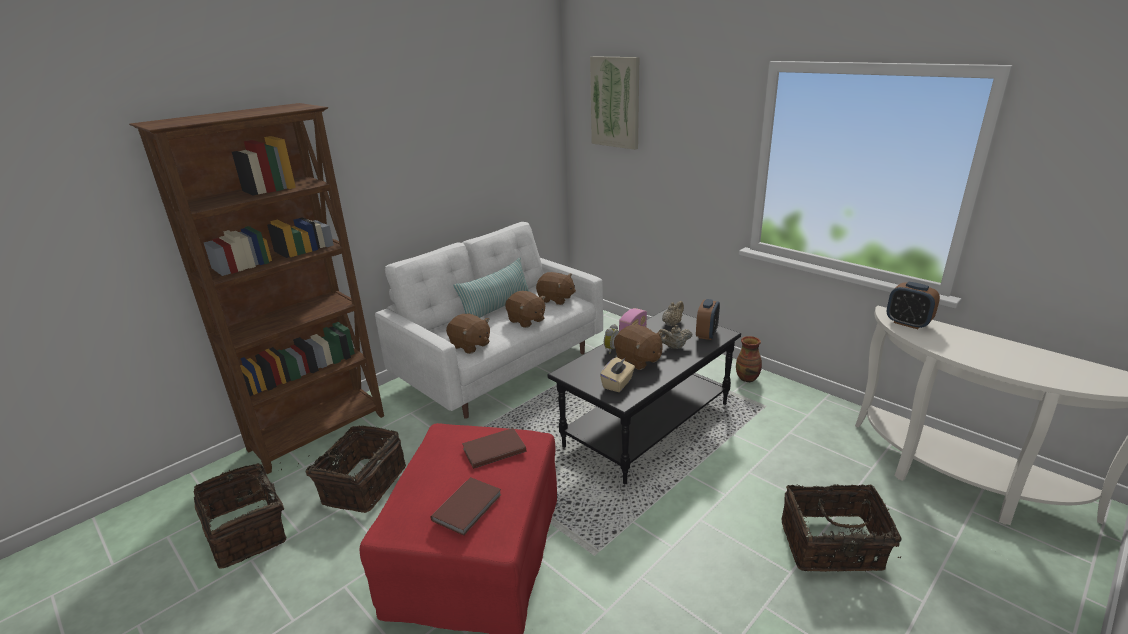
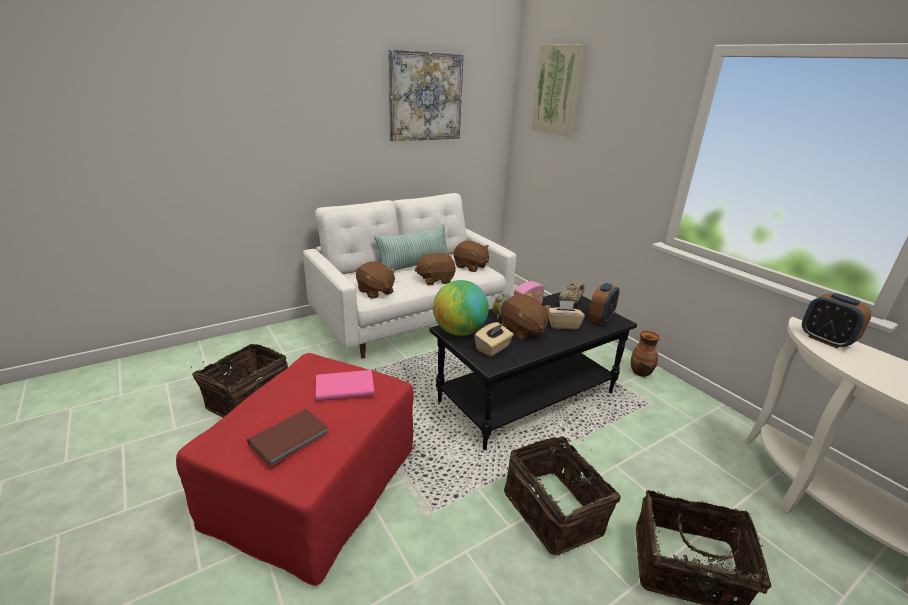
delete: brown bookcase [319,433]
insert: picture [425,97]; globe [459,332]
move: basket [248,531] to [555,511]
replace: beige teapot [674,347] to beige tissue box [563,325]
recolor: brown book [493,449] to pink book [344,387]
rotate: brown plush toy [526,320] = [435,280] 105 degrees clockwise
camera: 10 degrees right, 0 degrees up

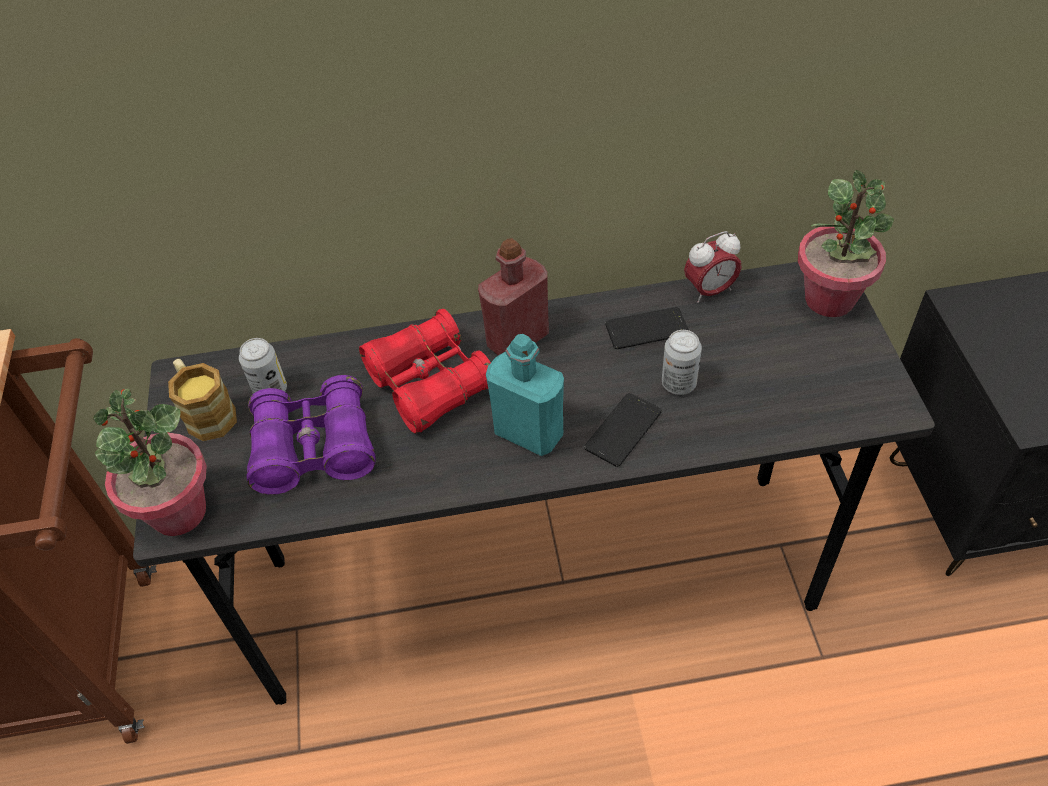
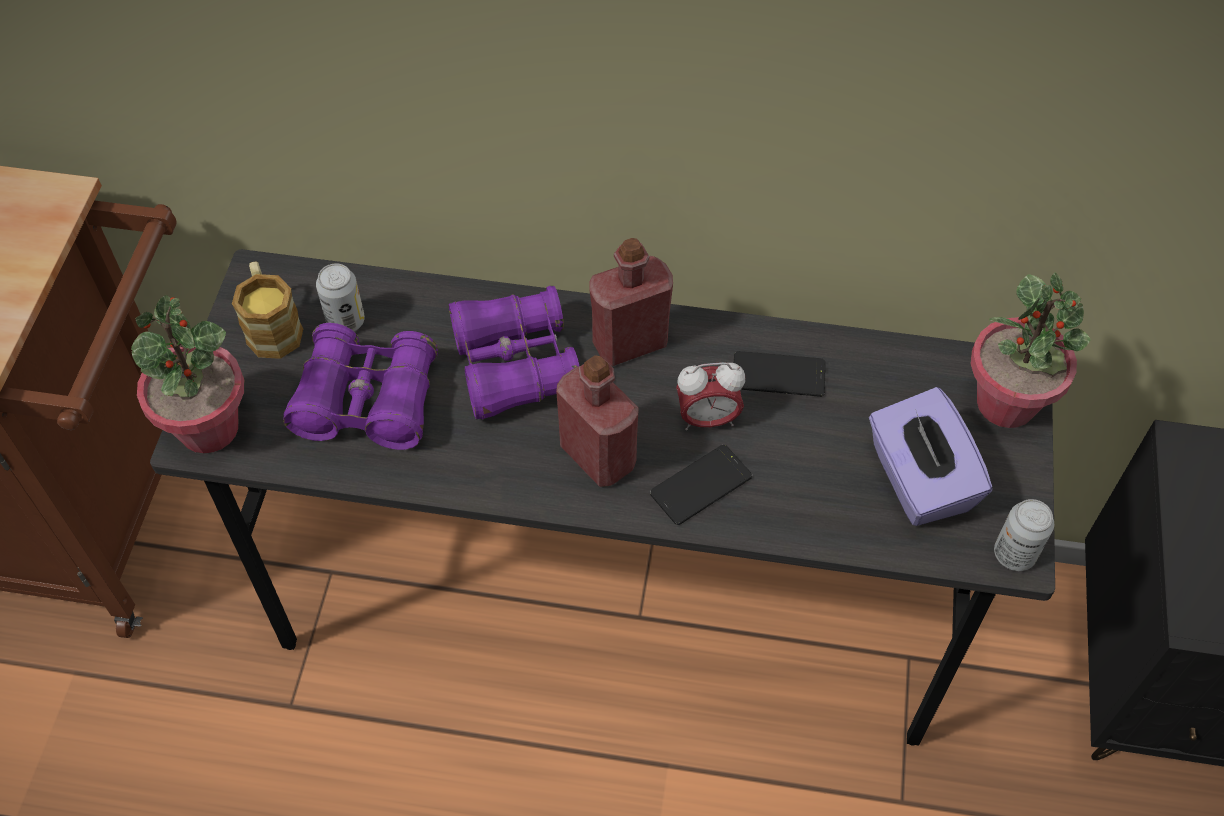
insert: purple tissue box [918,480]
move: alarm clock [709,291] to [707,419]; can [679,383] to [1014,554]
recolor: red binoculars [430,384] to purple binoculars [515,366]; turquoise bottle [529,433] to red bottle [598,456]
camera: 15 degrees right, 5 degrees up

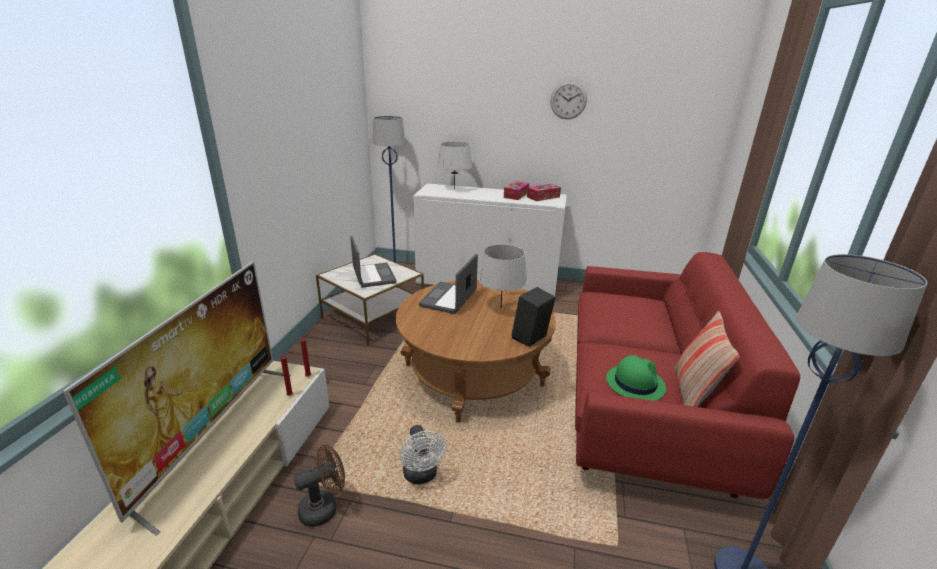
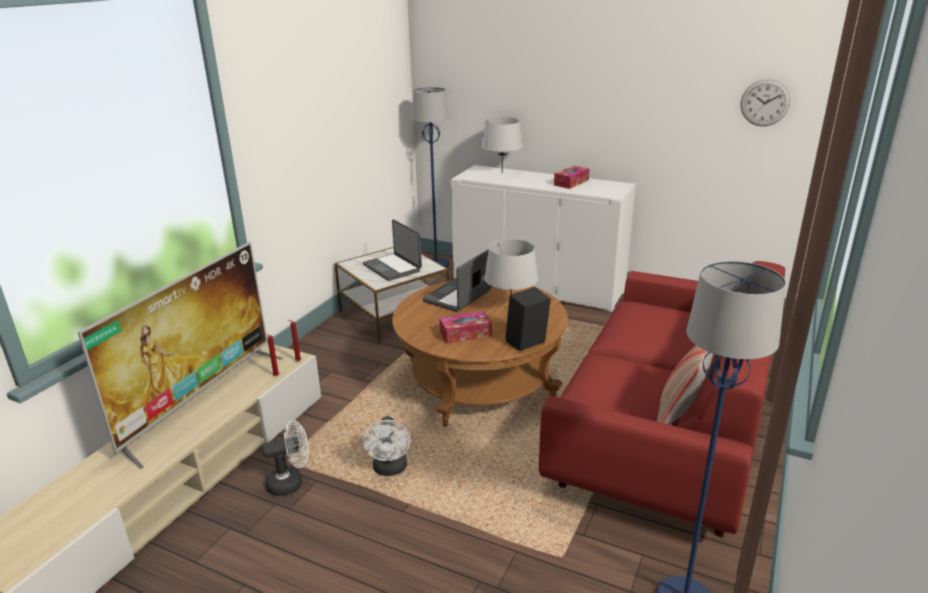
delete: green hat [634,383]
move: tissue box [543,197] to [465,334]; wall clock [568,100] to [765,103]
recolor: brown fan [324,507] to white fan [291,482]
rotate: laptop [373,276] = [393,268] 150 degrees clockwise
camera: 15 degrees right, 0 degrees up

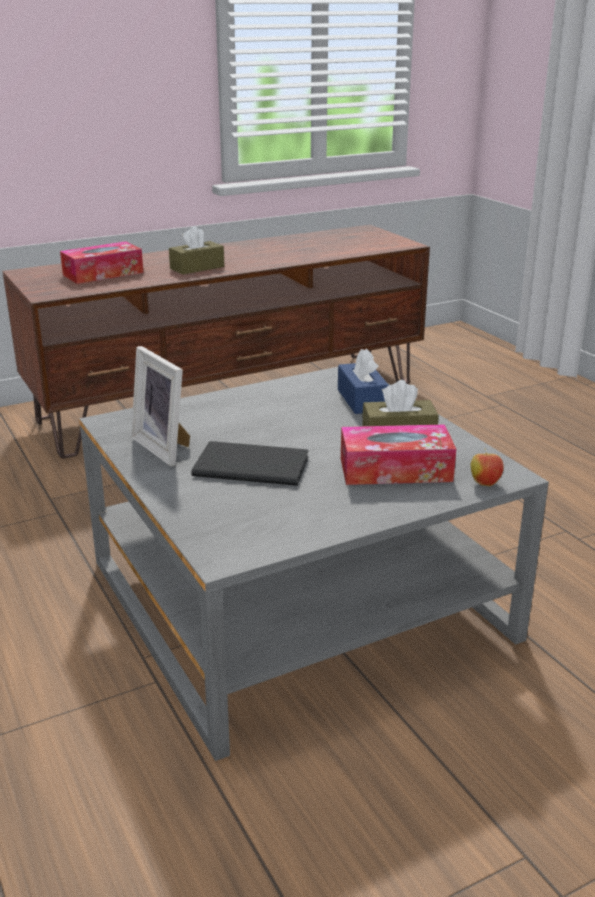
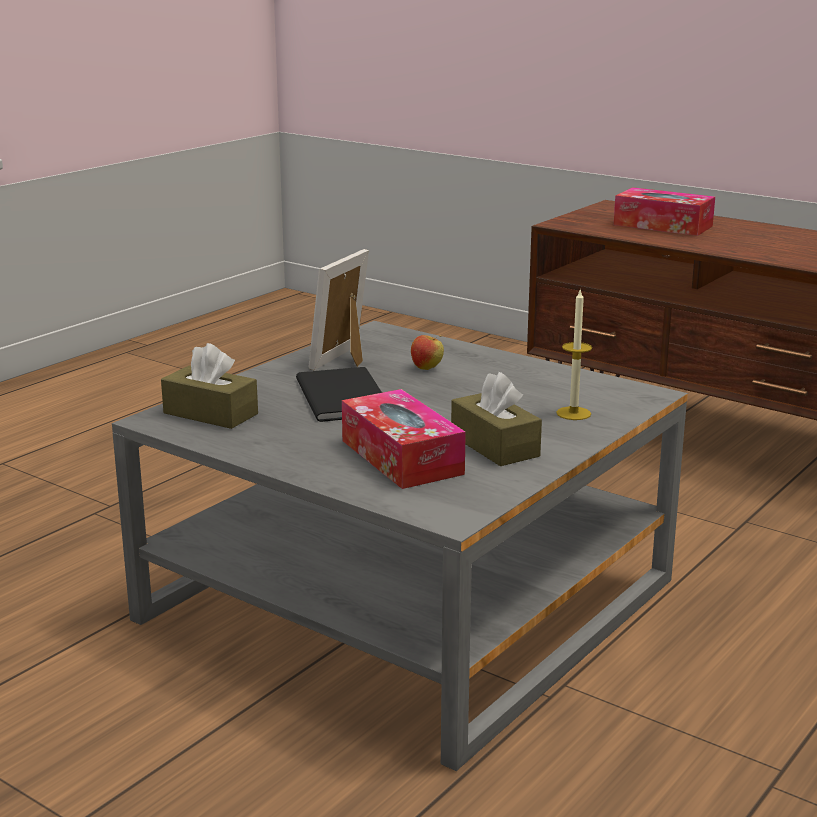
move: brown tissue box [197,268] to [210,413]; apple [485,483] to [427,368]
replace: blue tissue box [362,400] to candle [573,413]
camera: 65 degrees right, 5 degrees down

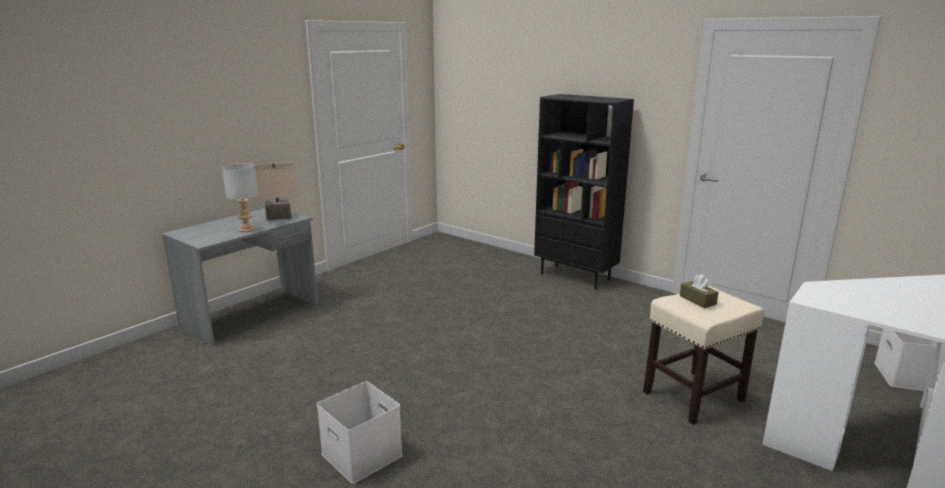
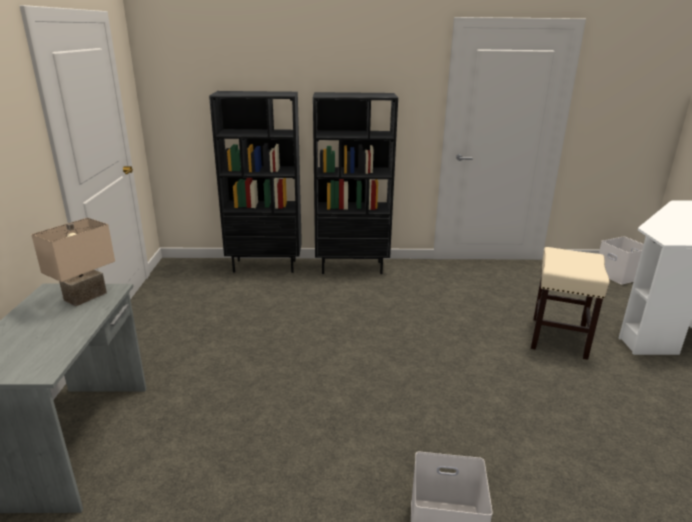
delete: grey table lamp [246,230]; brown tissue box [697,300]
insert: black bookcase [265,266]
camera: 40 degrees left, 5 degrees up

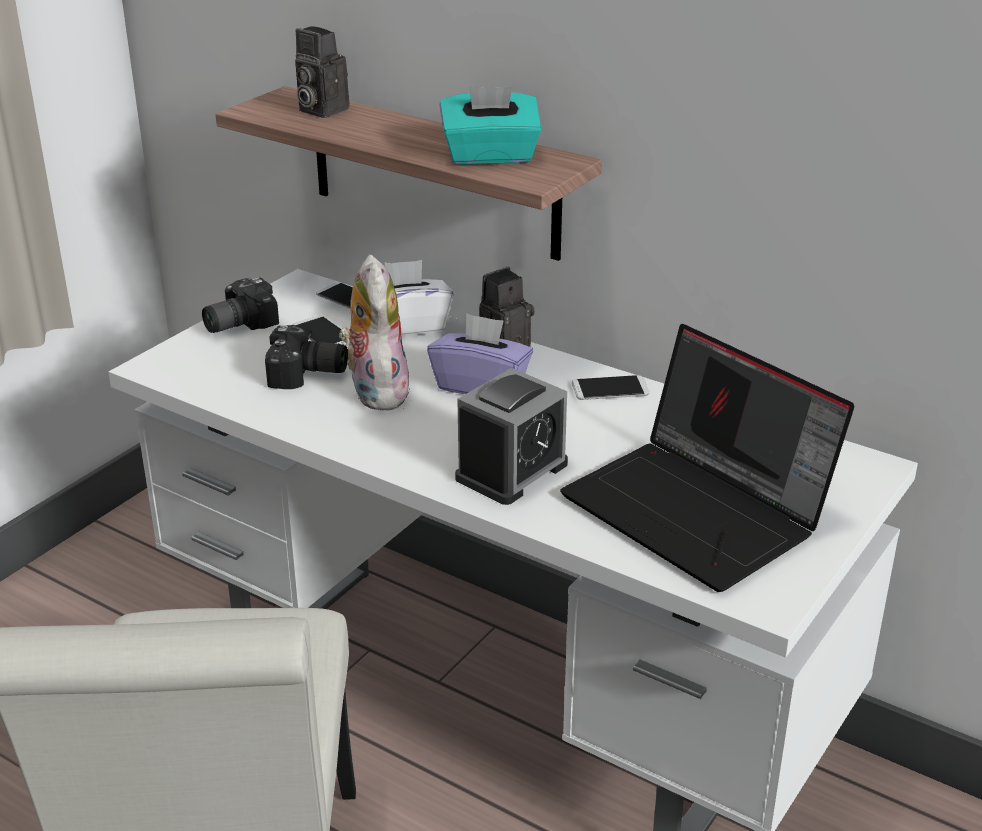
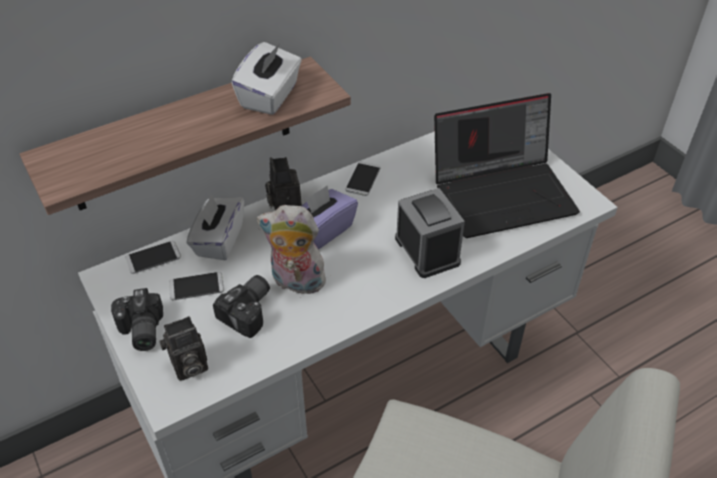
move: photo camera [320,110] to [188,367]
recolor: turquoise tissue box [490,157] to white tissue box [270,96]
camera: 65 degrees left, 15 degrees up

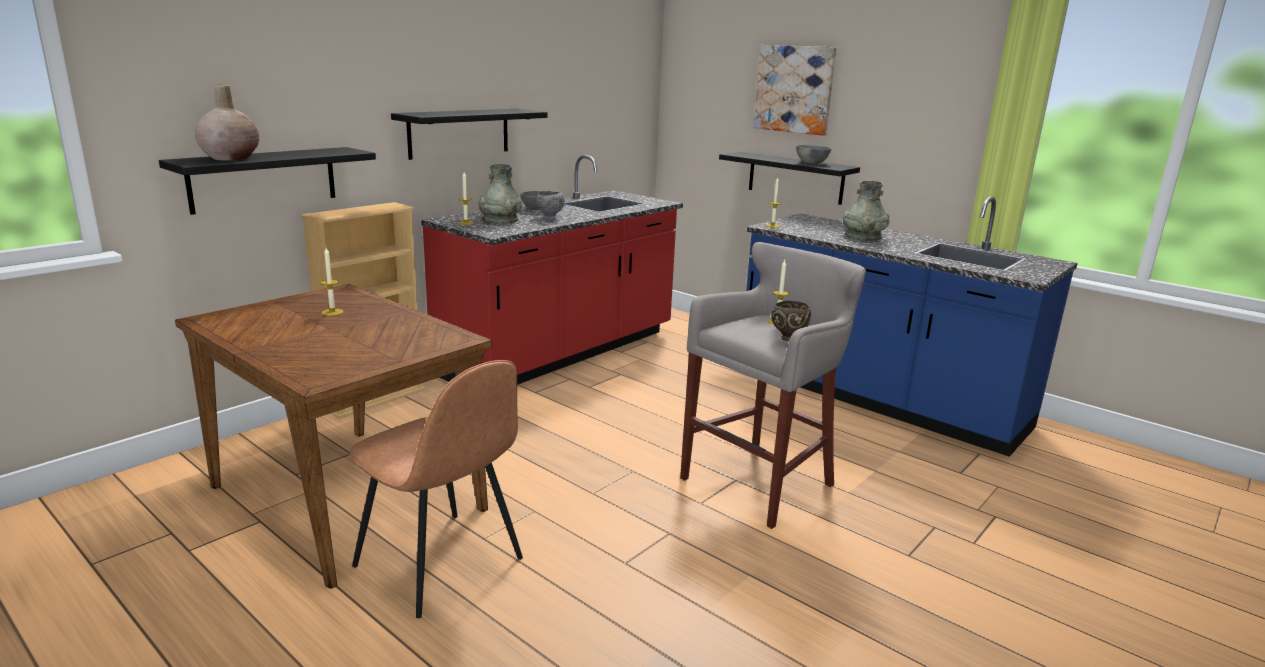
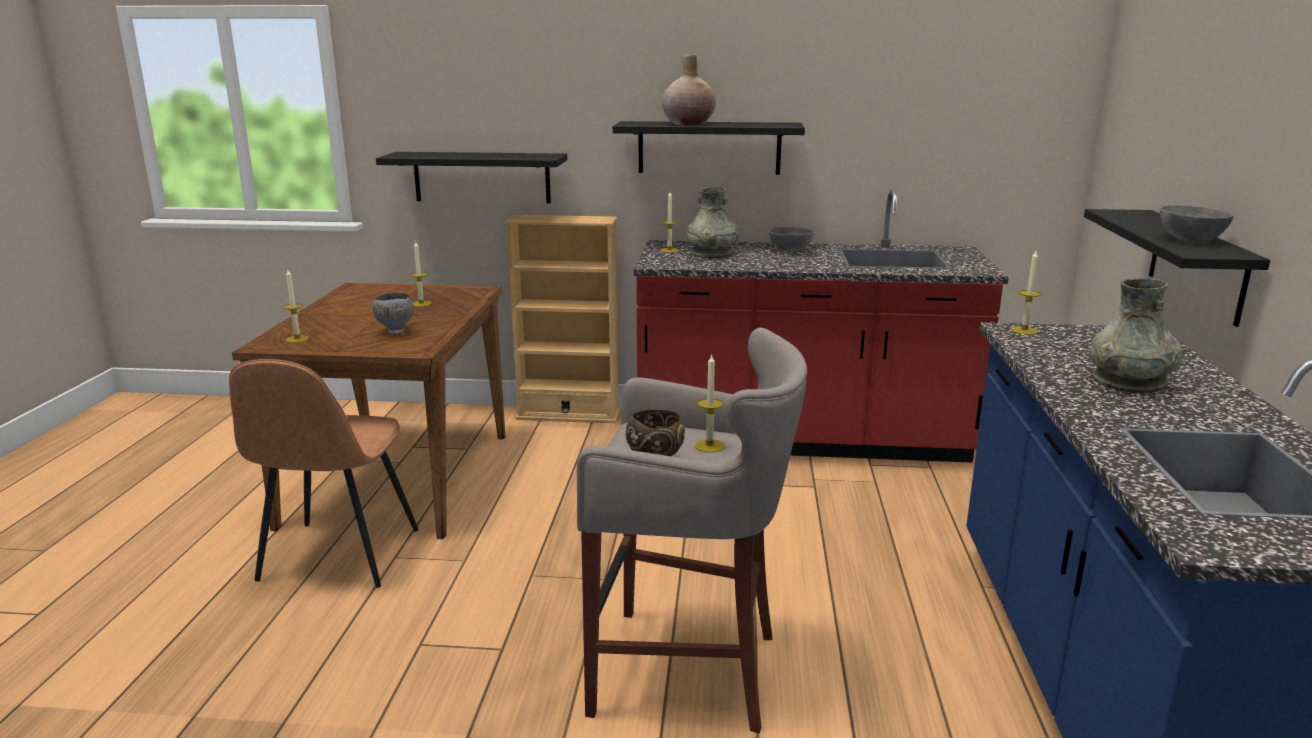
delete: picture [794,89]
insert: candle [297,339]
move: grey bowl [549,218] to [395,331]; beige vase [231,158] to [689,124]
camera: 55 degrees right, 0 degrees up

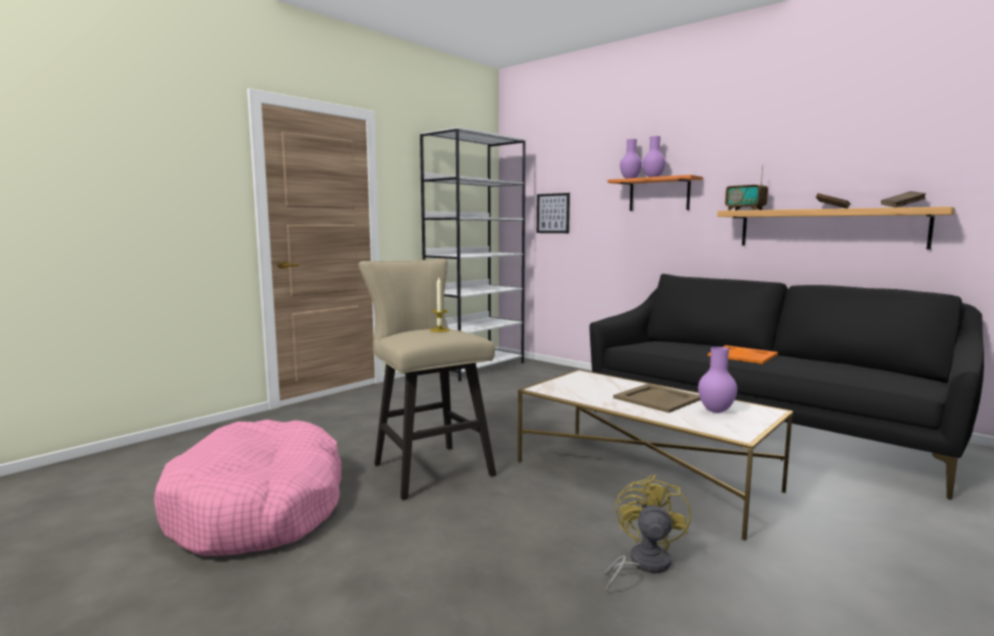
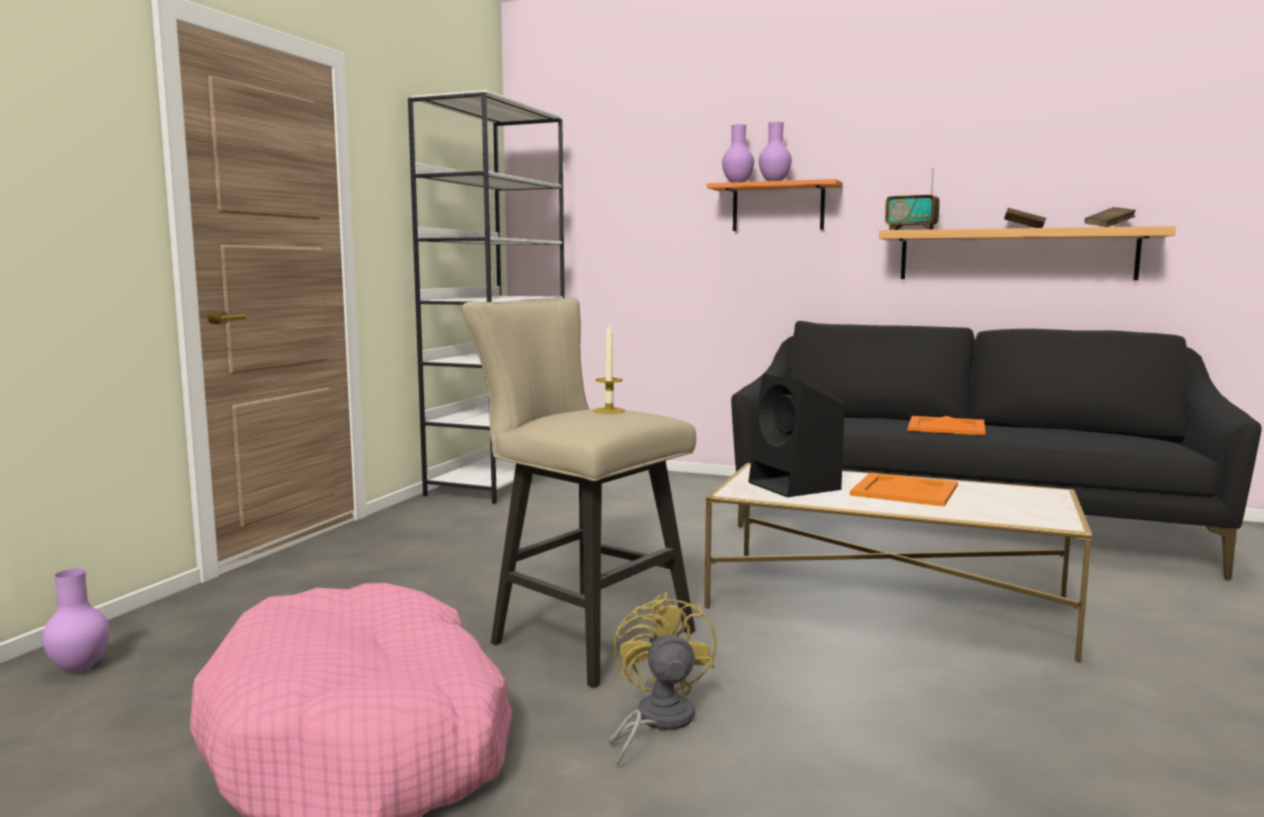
delete: picture [553,213]
insert: black speaker [796,486]
move: purple vase [715,411] to [80,668]; yellow fan [642,564] to [657,721]
recolor: beige tray [658,398] to orange tray [905,490]
camera: 20 degrees left, 0 degrees up

